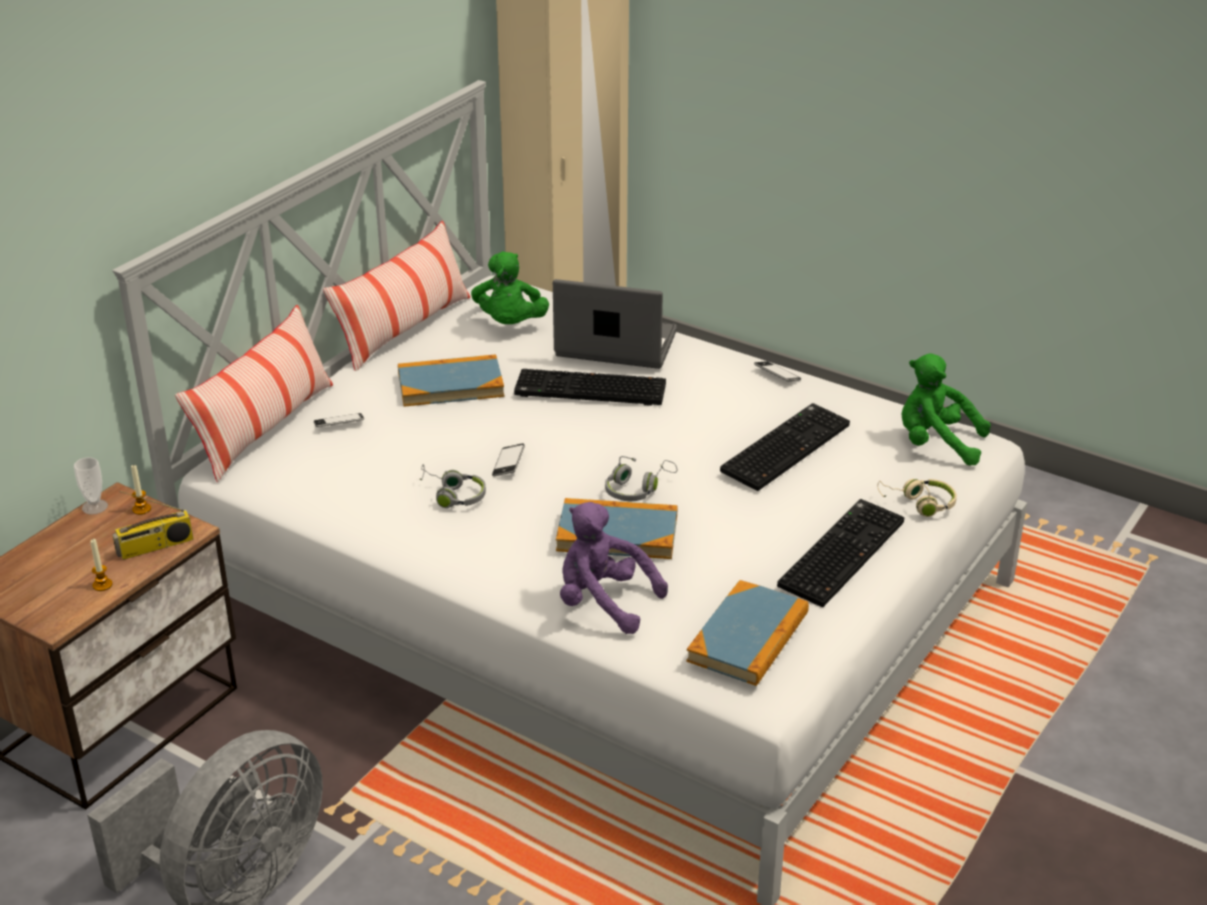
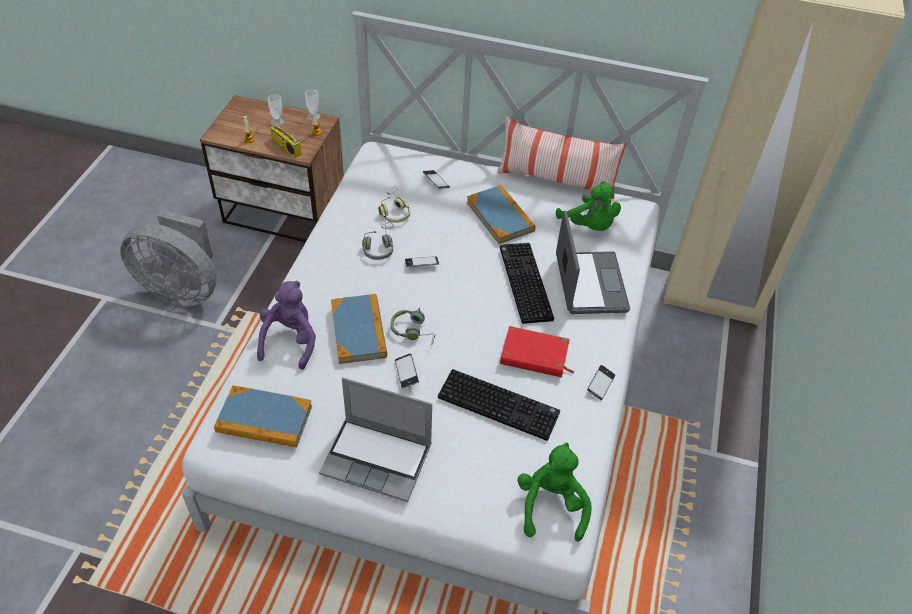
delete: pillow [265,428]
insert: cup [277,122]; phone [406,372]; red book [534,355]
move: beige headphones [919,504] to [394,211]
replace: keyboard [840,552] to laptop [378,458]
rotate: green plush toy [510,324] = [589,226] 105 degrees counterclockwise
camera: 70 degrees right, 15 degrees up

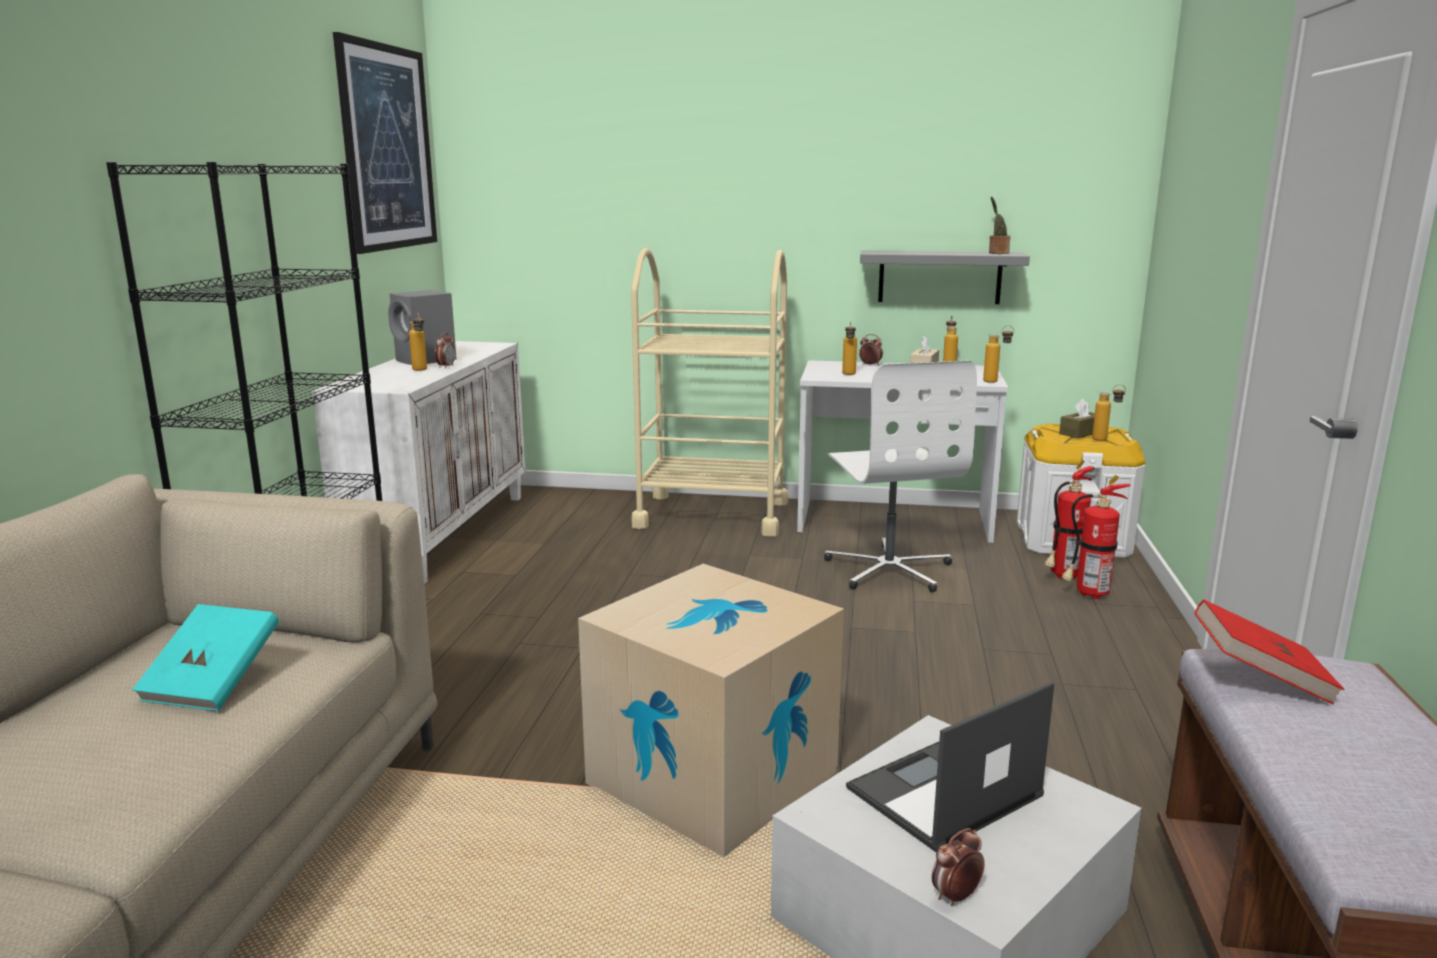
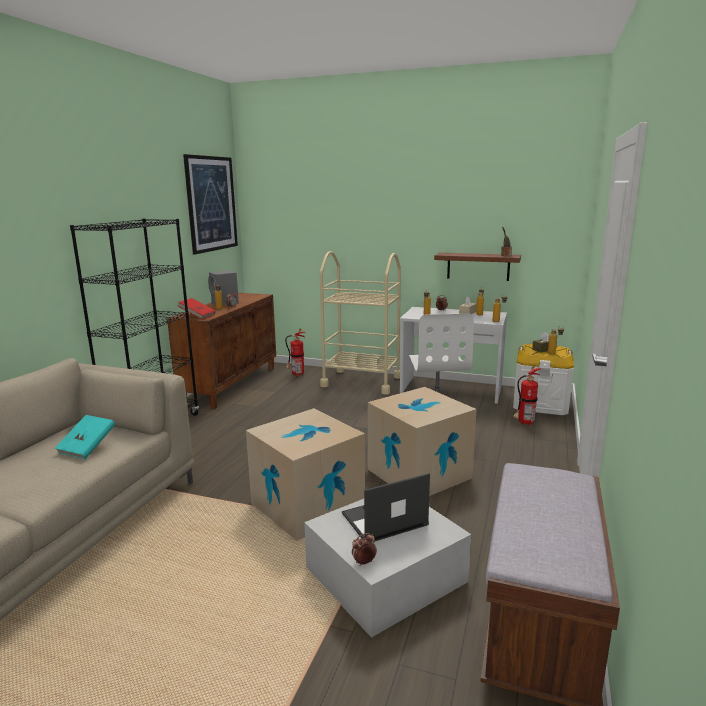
insert: cardboard box [419,473]
move: red book [1260,678] to [197,316]; fire extinguisher [1088,595] to [296,374]
recolor: white cabinet [441,533] to brown cabinet [231,385]; grey shelf [939,277] to brown shelf [478,266]
camera: 10 degrees right, 0 degrees up

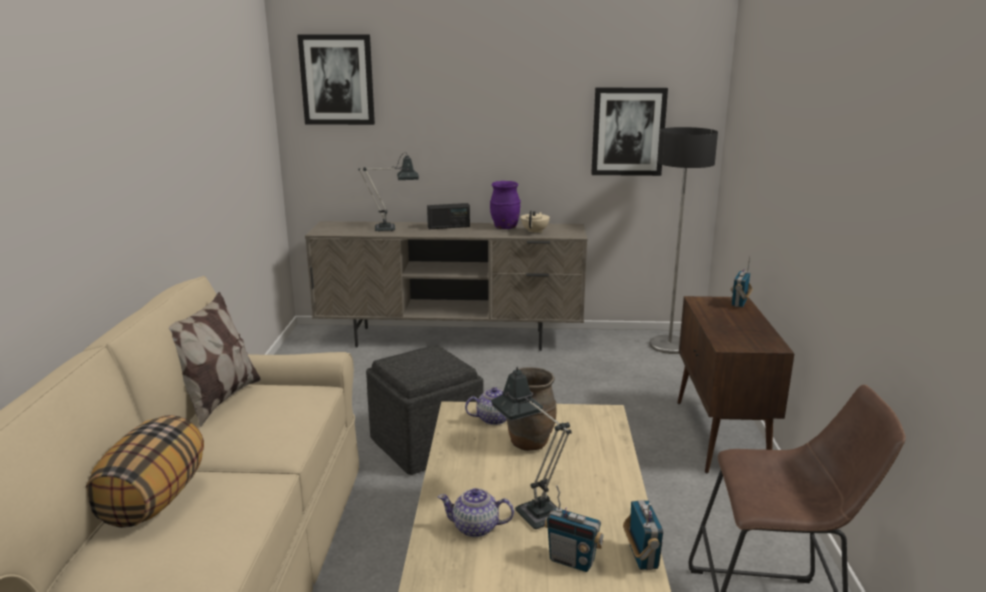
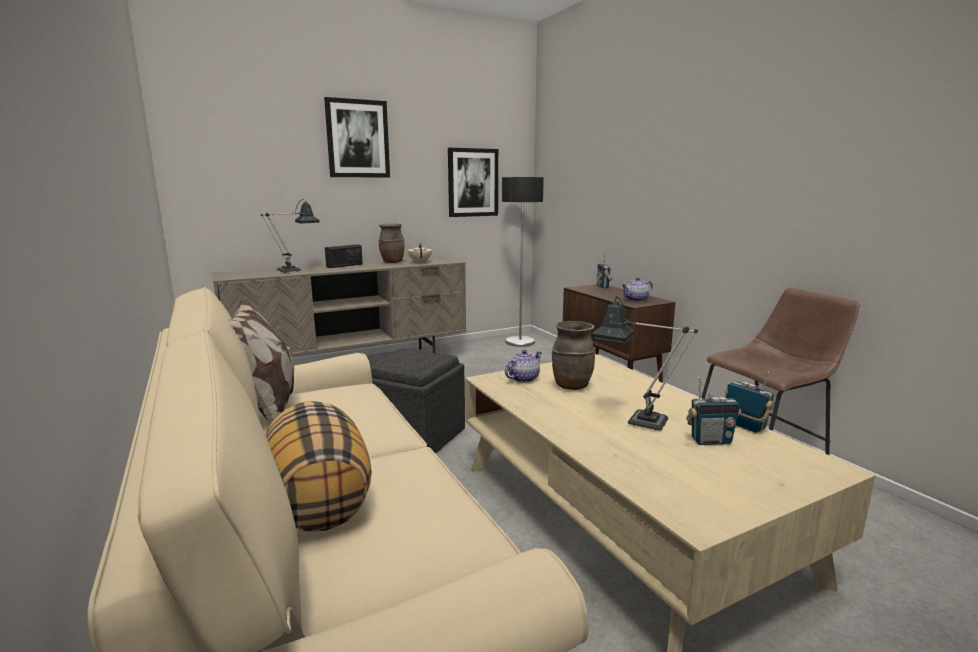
move: picture [337,80] to [357,139]; teapot [476,528] to [636,300]
recolor: purple vase [505,228] to brown vase [392,262]
camera: 30 degrees left, 5 degrees down

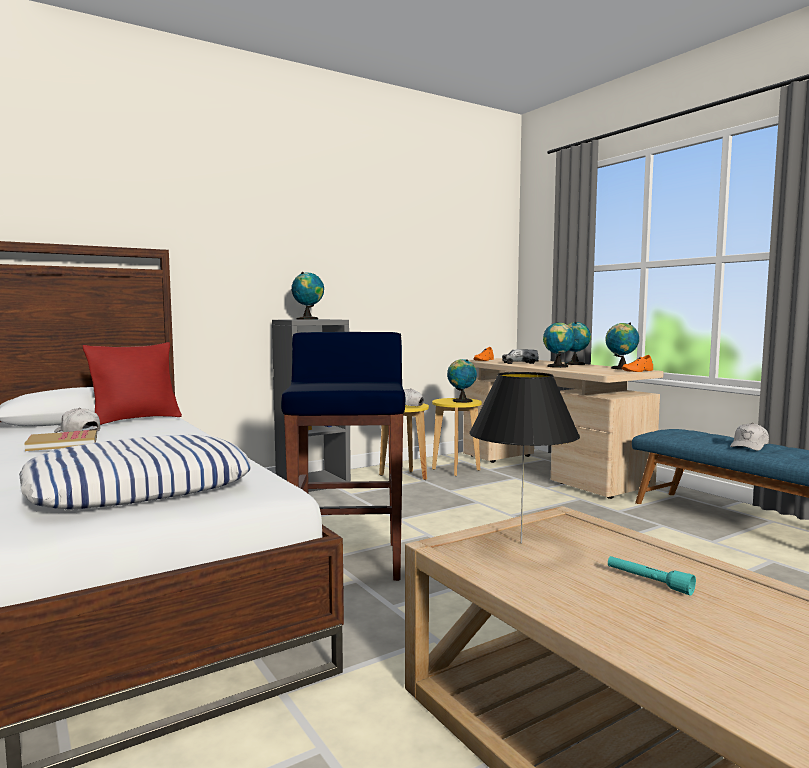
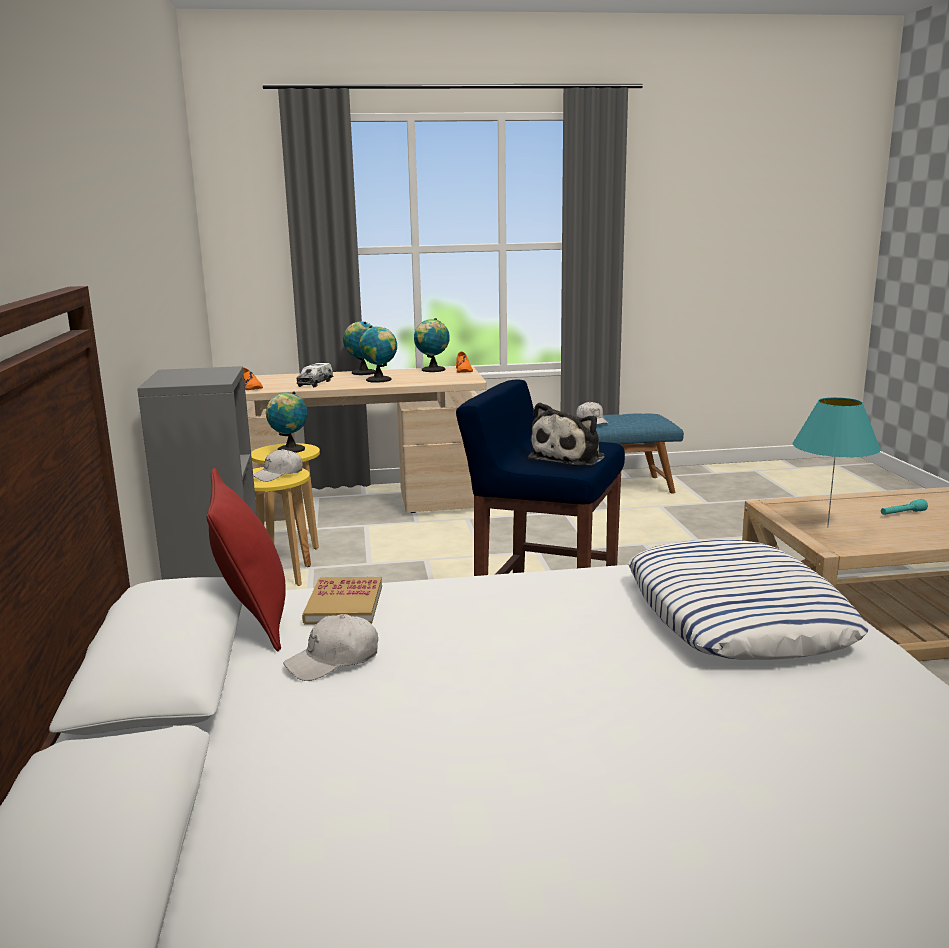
delete: globe [308,319]
insert: plush toy [570,458]
move: book [62,443] to [344,604]
recolor: black table lamp [521,543] to turquoise table lamp [827,526]
camera: 65 degrees left, 10 degrees up

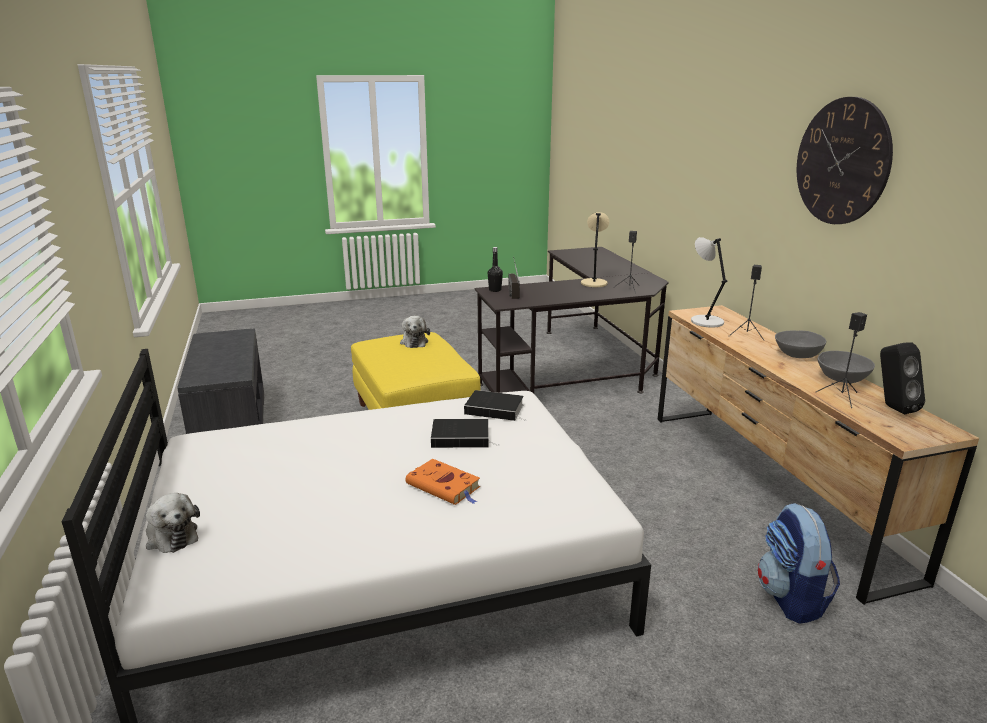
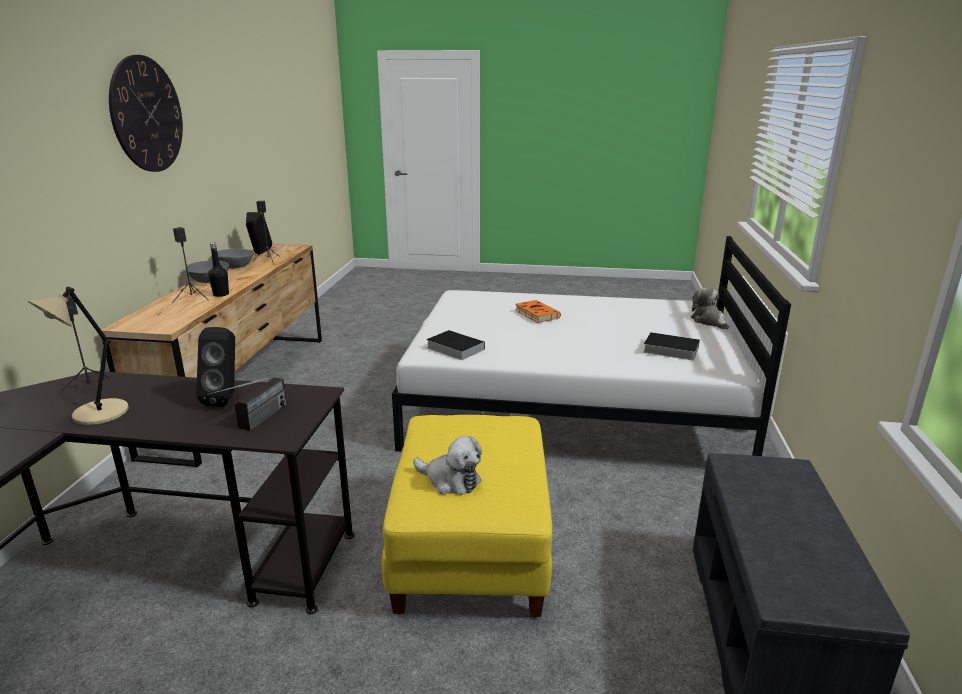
delete: grey table lamp [705,321]; backpack [791,598]
insert: black speaker [226,399]
move: black bottle [495,290] to [221,294]; book [462,437] to [668,349]
rotate: plush toy [414,342] = [450,480] 105 degrees clockwise
camera: 155 degrees left, 0 degrees up

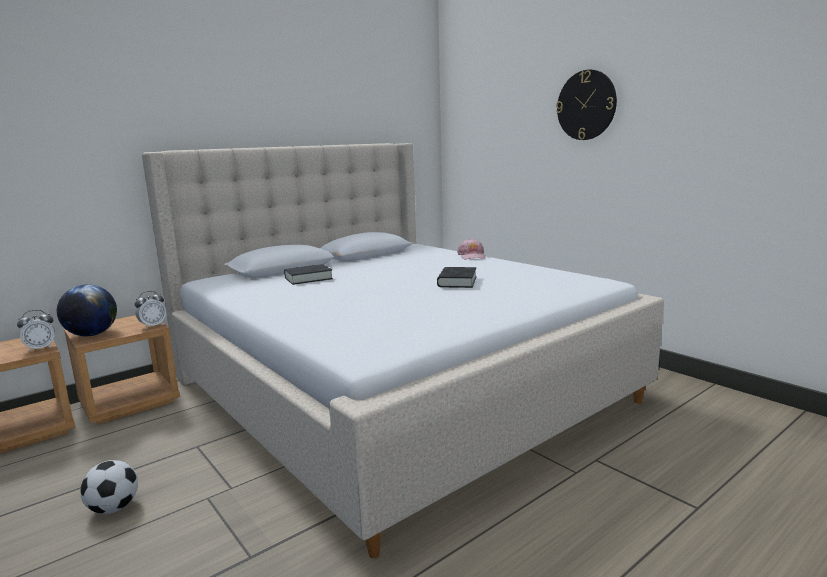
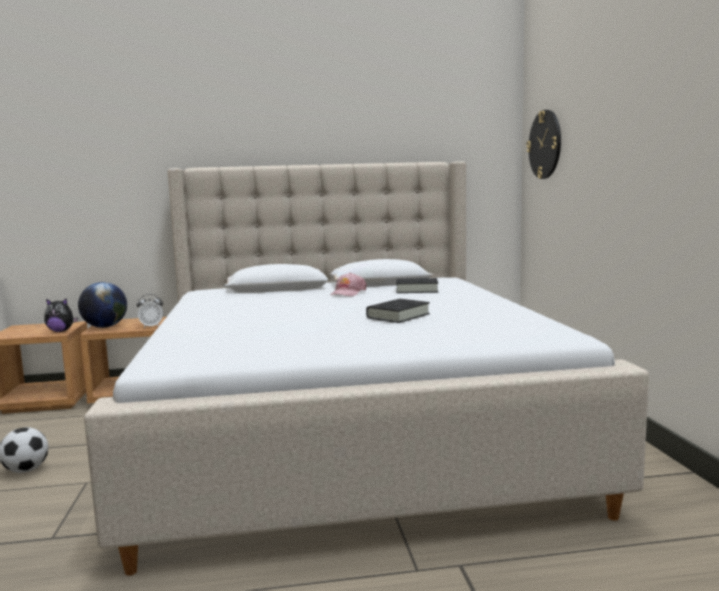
move: pink cap [472,256] to [348,293]; black book [308,278] to [417,290]; wall clock [586,105] to [545,144]
replace: alarm clock [41,348] to plush toy [61,331]
camera: 30 degrees right, 5 degrees down

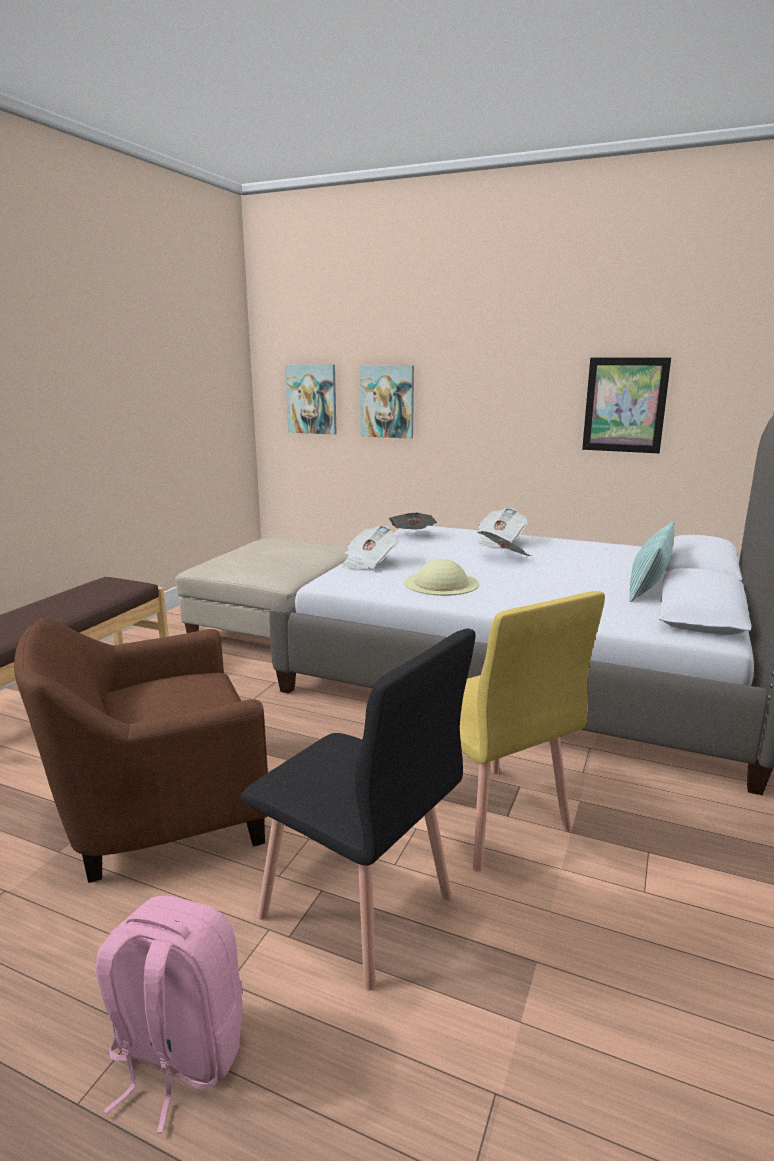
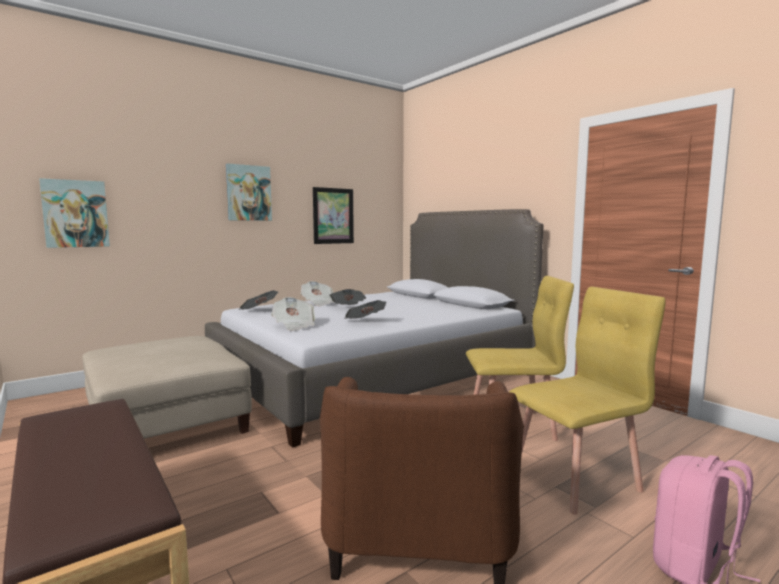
delete: pillow [649,585]
move: picture [387,401] to [248,193]
replace: beige hat [441,583] to newspaper [365,322]
recolor: black chair [357,908] to yellow chair [576,479]
camera: 60 degrees left, 10 degrees down

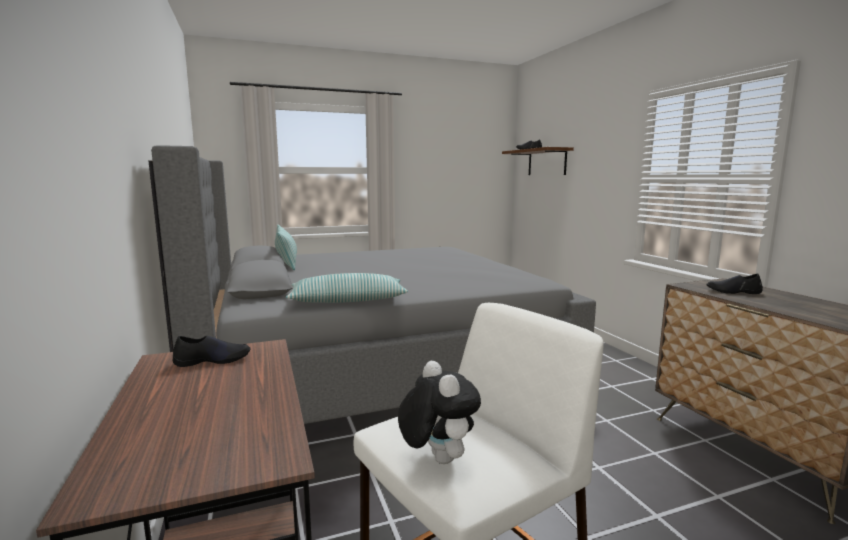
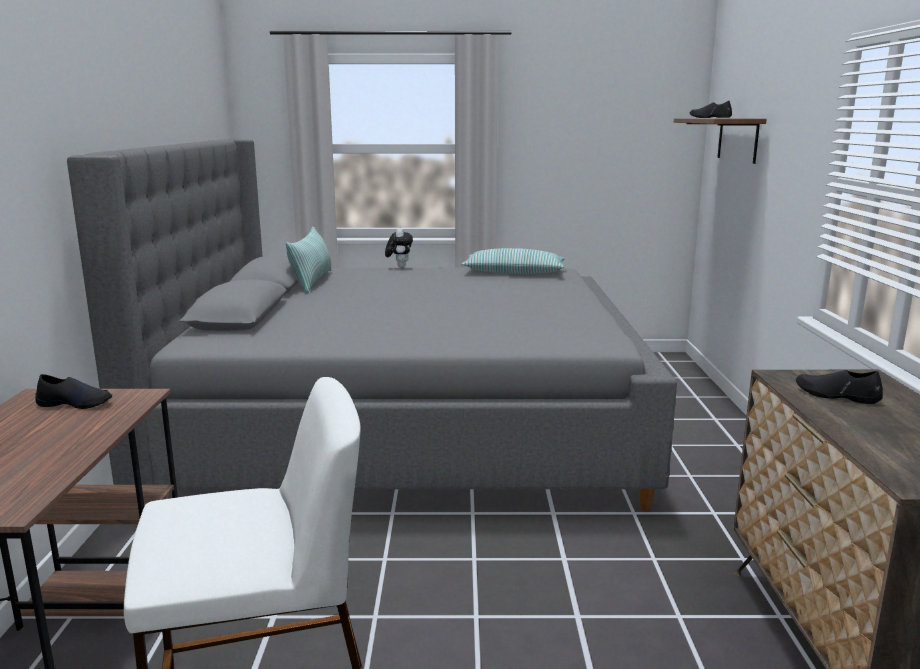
move: plush toy [436,458] to [399,267]; pillow [347,301] to [513,273]
camera: 20 degrees right, 5 degrees up

